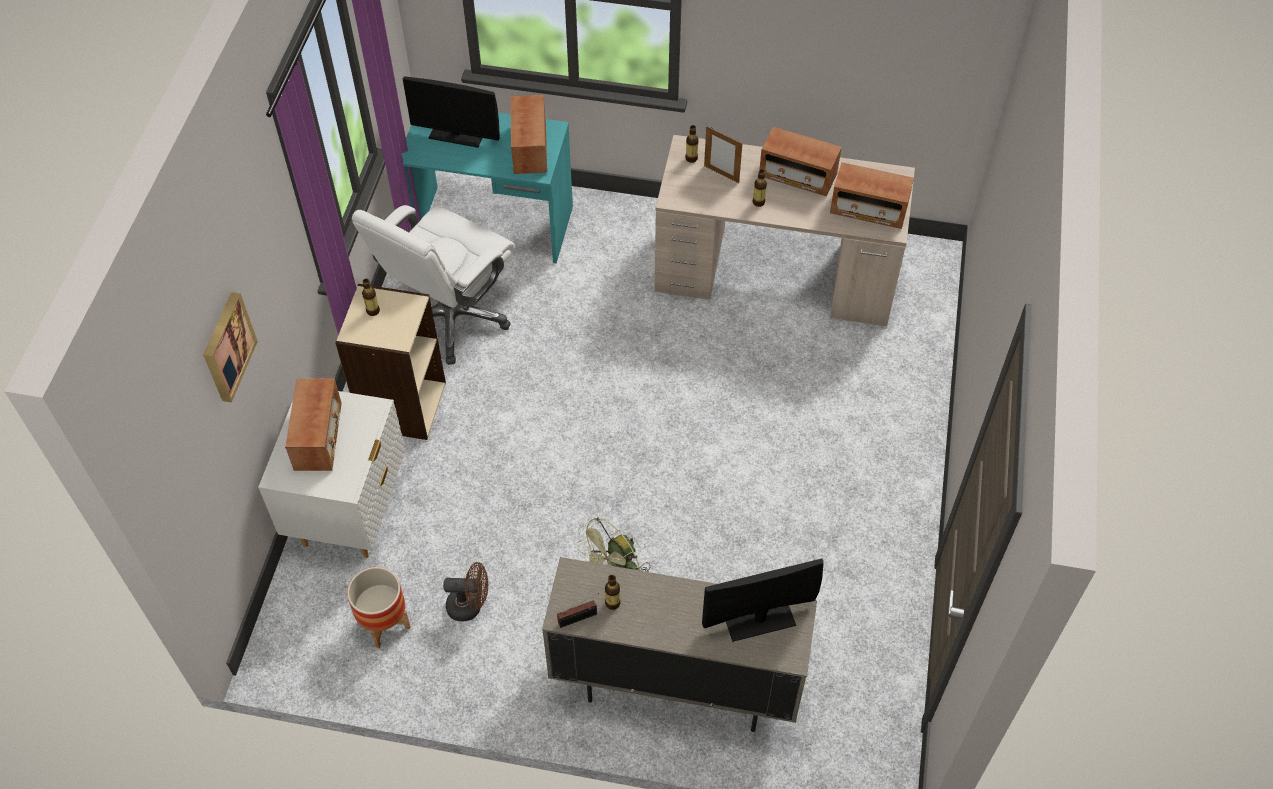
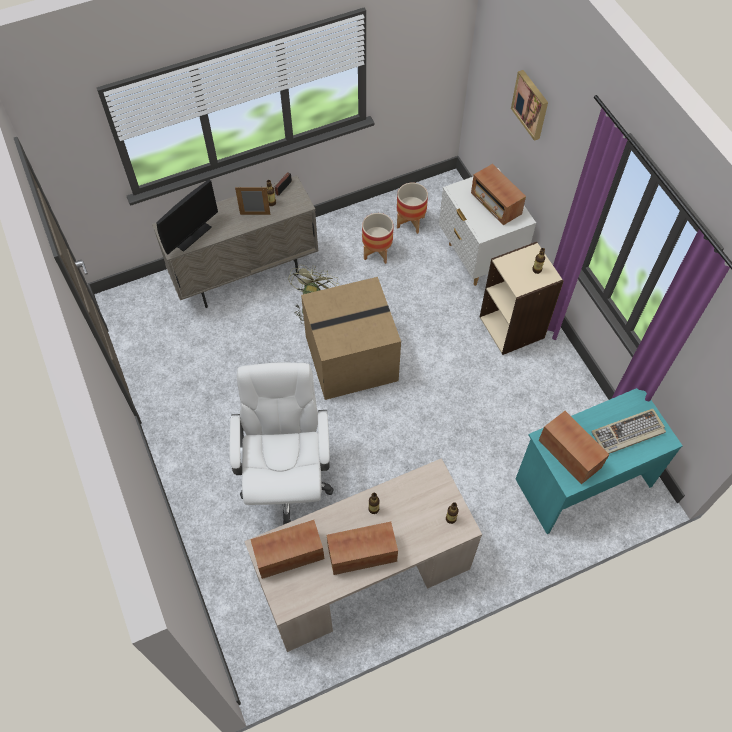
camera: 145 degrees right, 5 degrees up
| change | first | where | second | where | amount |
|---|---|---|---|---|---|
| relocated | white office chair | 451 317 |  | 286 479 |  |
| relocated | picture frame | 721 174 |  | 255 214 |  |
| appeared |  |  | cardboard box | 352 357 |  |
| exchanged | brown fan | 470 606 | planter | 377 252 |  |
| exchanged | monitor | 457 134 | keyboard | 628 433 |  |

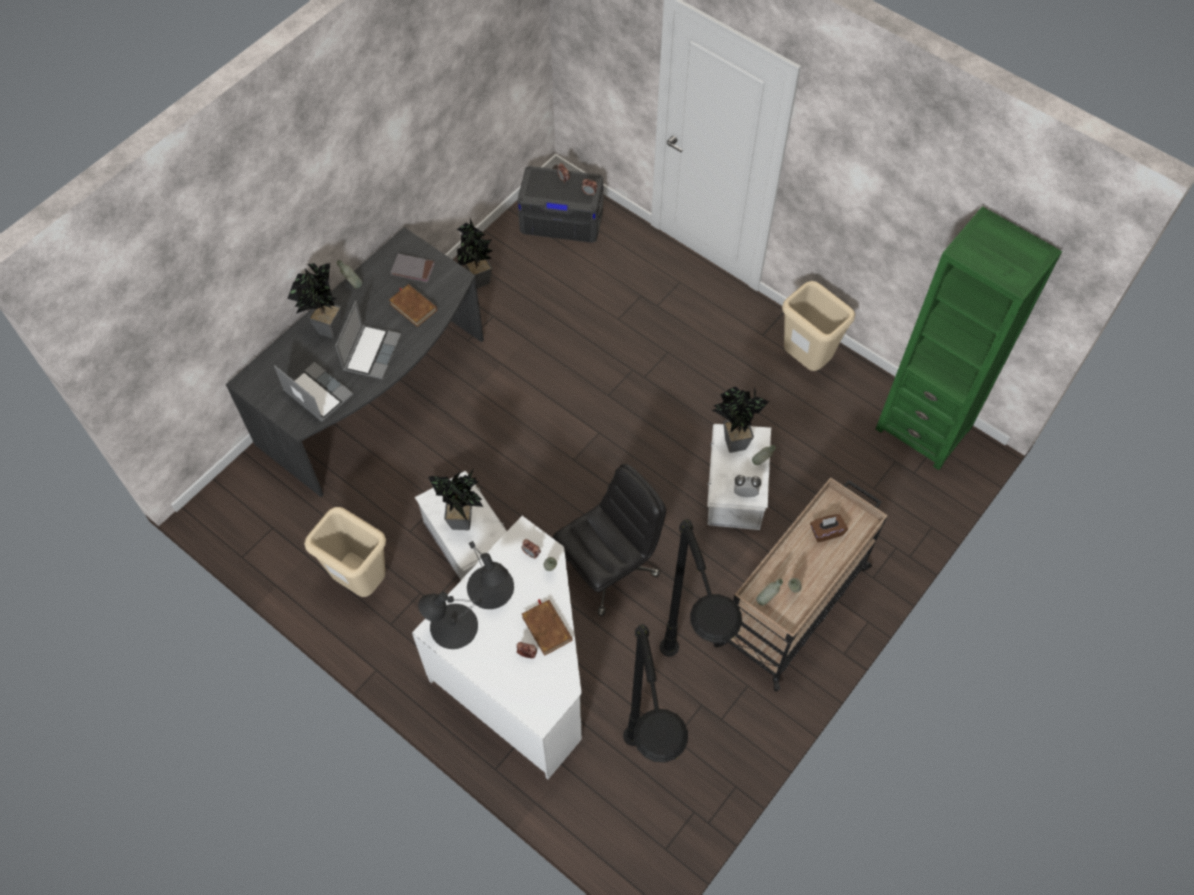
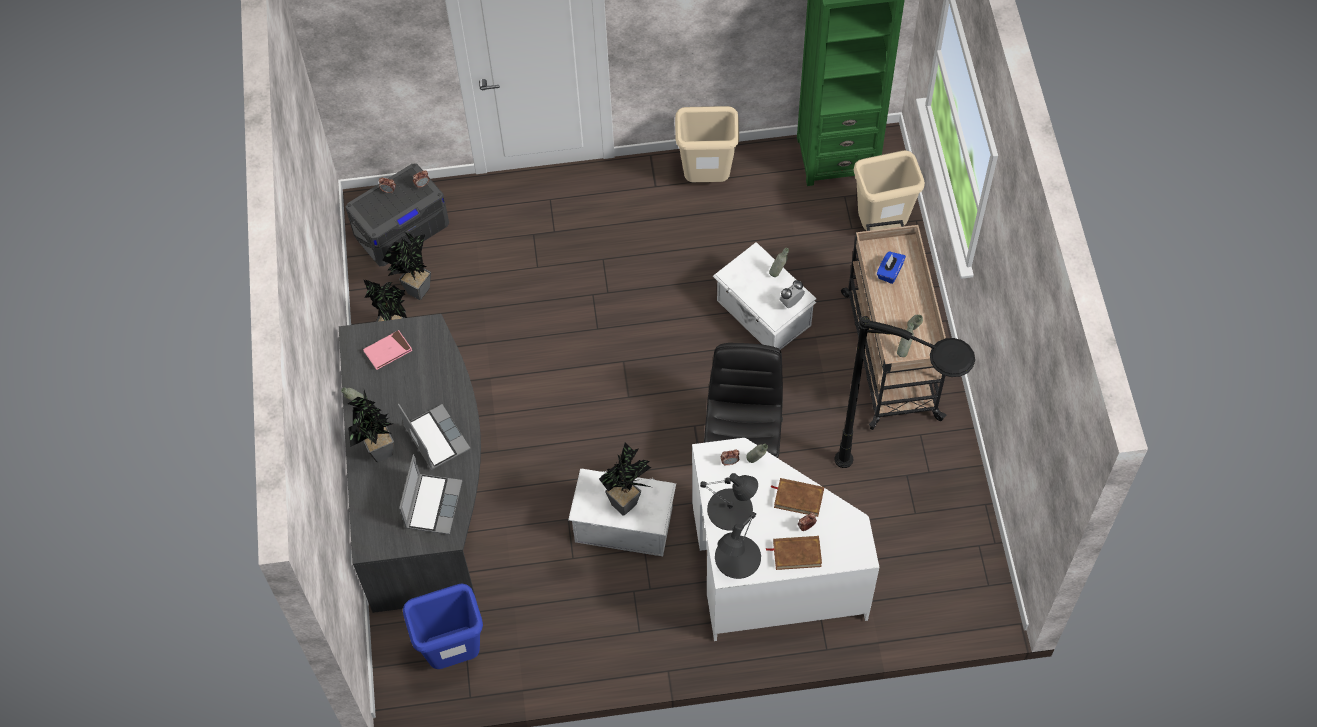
camera: 45 degrees left, 0 degrees up
| change | first | where | second | where | amount |
|---|---|---|---|---|---|
| colour | grey book | 413 269 | pink book | 388 351 |  |
| relocated | potted plant | 731 442 |  | 414 292 |  |
| spun | laptop | 317 393 |  | 433 504 | 105 degrees clockwise |
| appeared |  |  | blue trash can | 455 654 |  |
| relocated | brown book | 413 307 |  | 796 553 |  |
| relocated | beige trash can | 362 582 |  | 881 226 |  |
| colour | brown tissue box | 826 532 | blue tissue box | 889 272 |  |
| missing | black floor lamp | 642 799 |  |  |  |

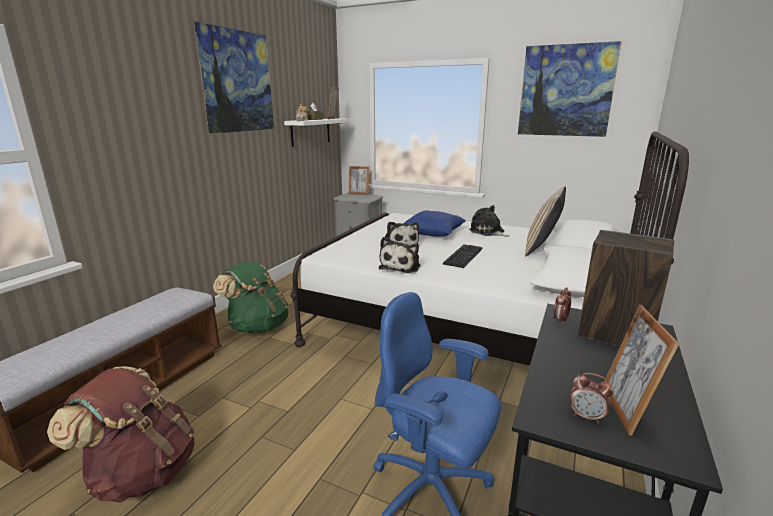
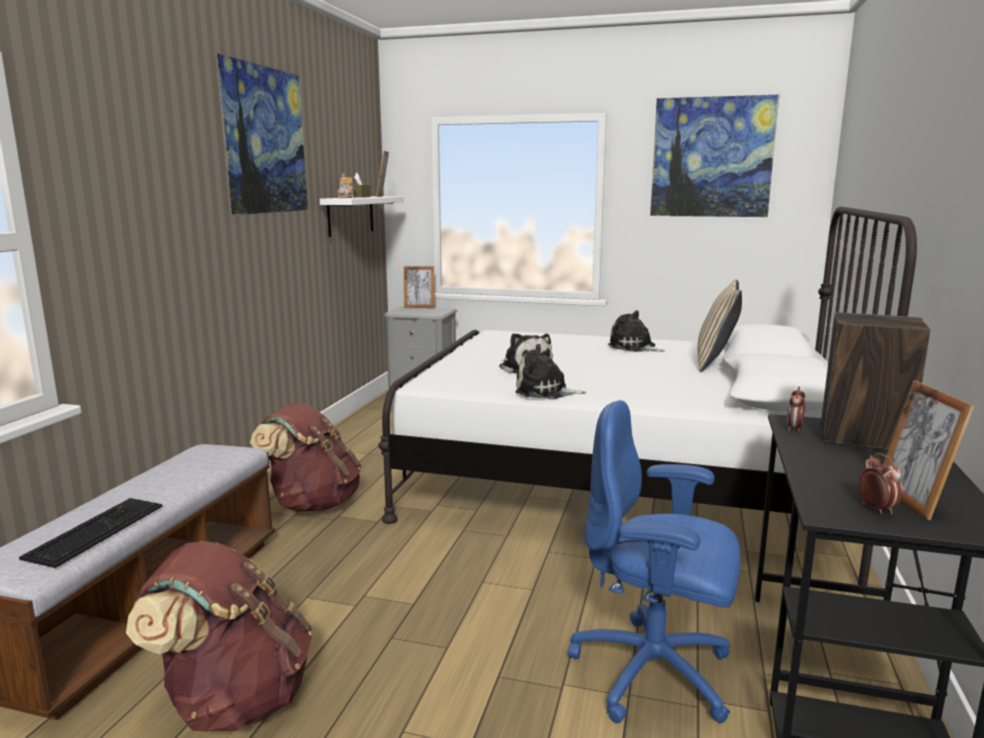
camera: 10 degrees left, 5 degrees down
| change | first | where | second | where | amount |
|---|---|---|---|---|---|
| relocated | keyboard | 462 256 |  | 96 530 |  |
| colour | green backpack | 257 326 | brown backpack | 312 503 |  |
| spun | plush toy | 401 266 |  | 545 392 | 90 degrees clockwise |
| spun | alarm clock | 586 416 |  | 876 509 | 120 degrees counterclockwise |
| missing | blue pillow | 433 233 |  |  |  |

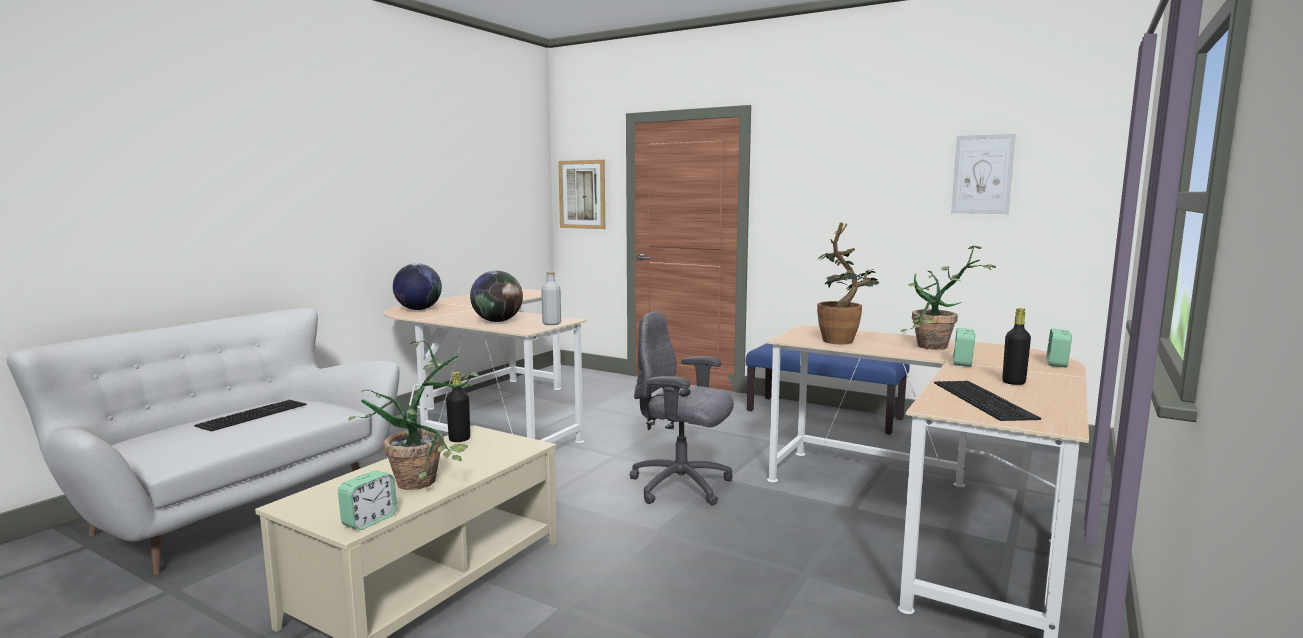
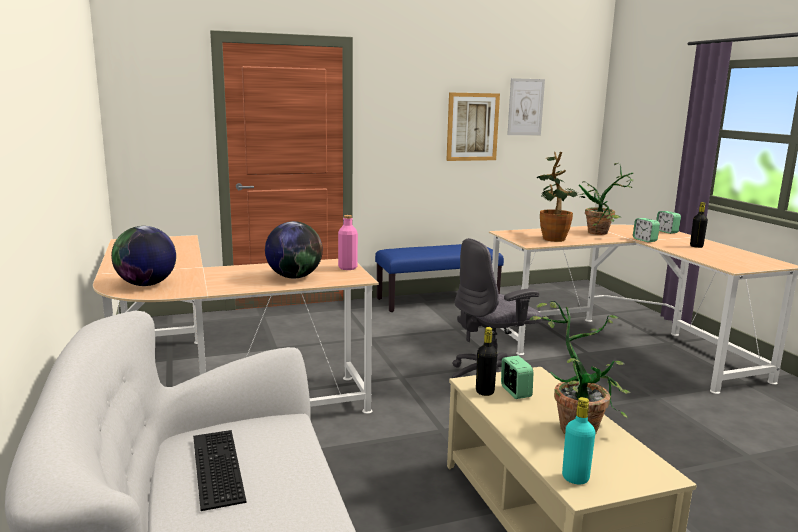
camera: 50 degrees left, 5 degrees up
| change | first | where | second | where | amount |
|---|---|---|---|---|---|
| colour | grey bottle | 551 323 | pink bottle | 347 268 |  |
| relocated | picture | 582 194 |  | 472 127 |  |
| relocated | alarm clock | 369 520 |  | 515 392 |  |
| appeared |  |  | turquoise bottle | 575 478 |  |
| missing | keyboard | 986 400 |  |  |  |

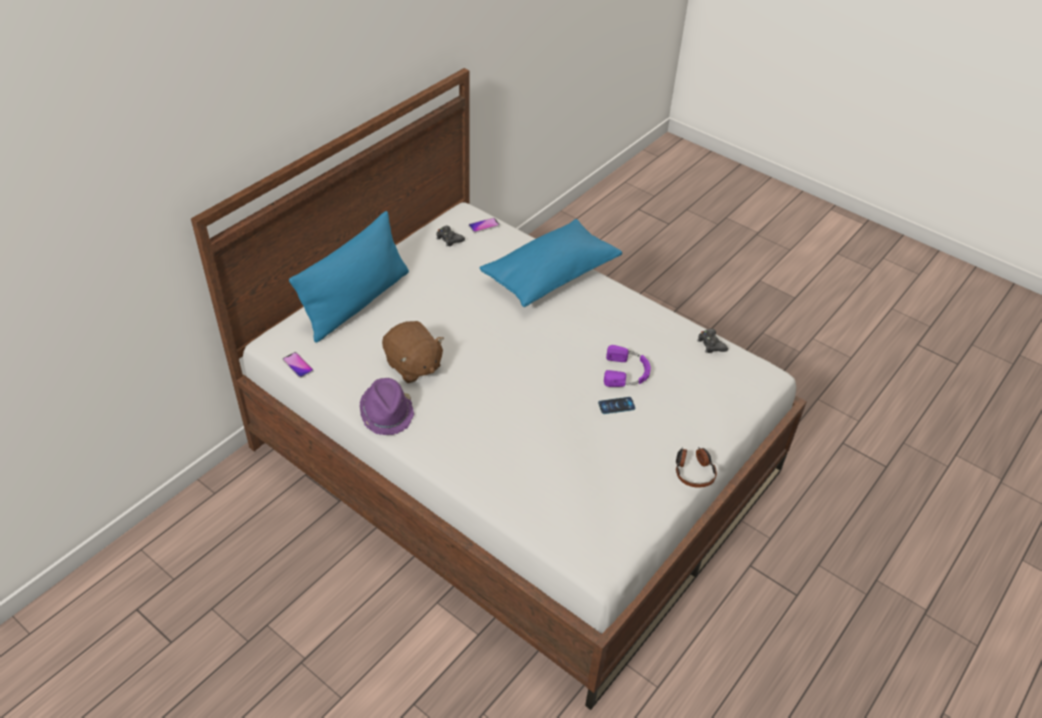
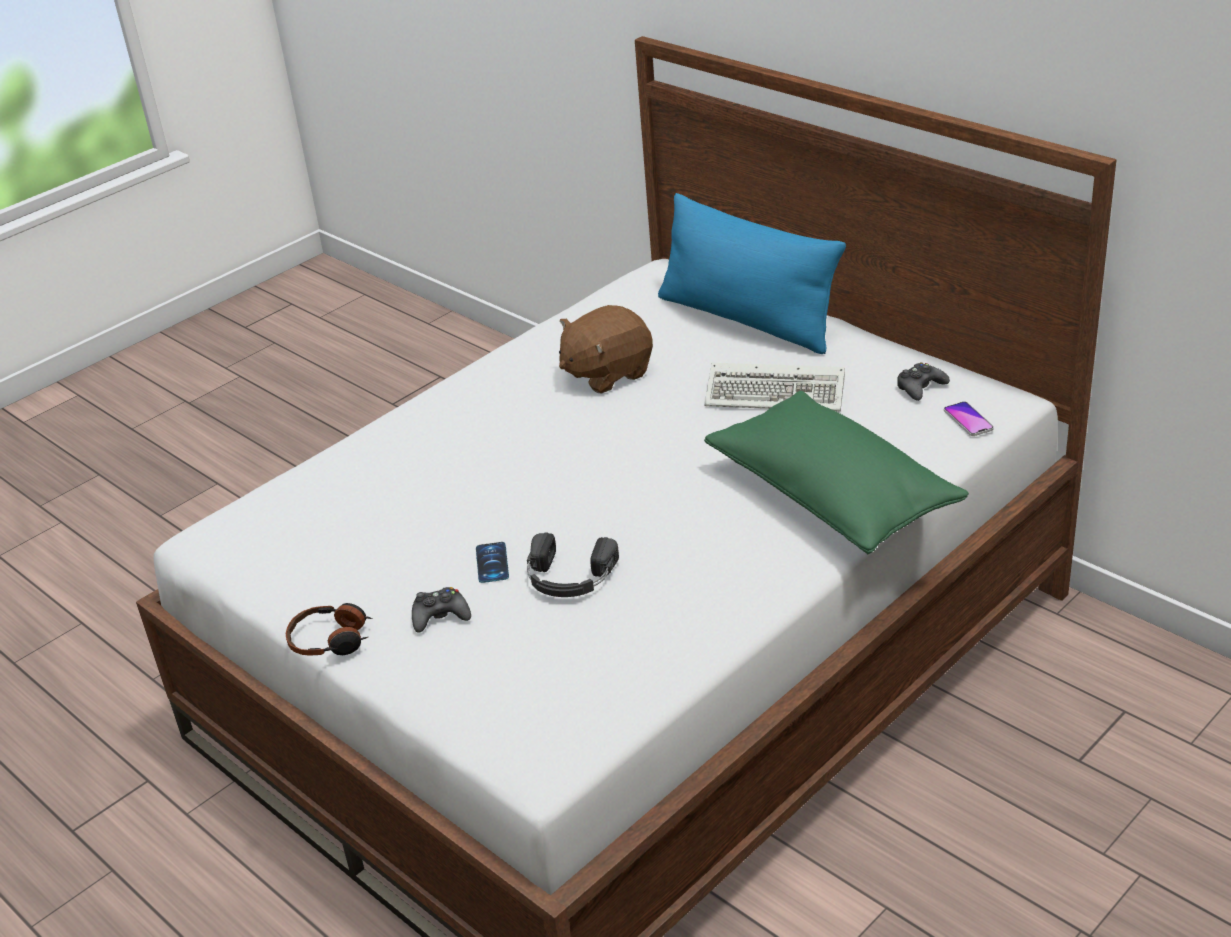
camera: 100 degrees right, 10 degrees down
| change | first | where | second | where | amount |
|---|---|---|---|---|---|
| relocated | black game controller | 711 344 |  | 440 616 |  |
| colour | purple headphones | 627 372 | black headphones | 569 577 |  |
| appeared |  |  | keyboard | 778 393 |  |
| colour | blue pillow | 550 276 | green pillow | 831 496 |  |
| missing | phone | 298 365 |  |  |  |
| missing | purple hat | 387 413 |  |  |  |

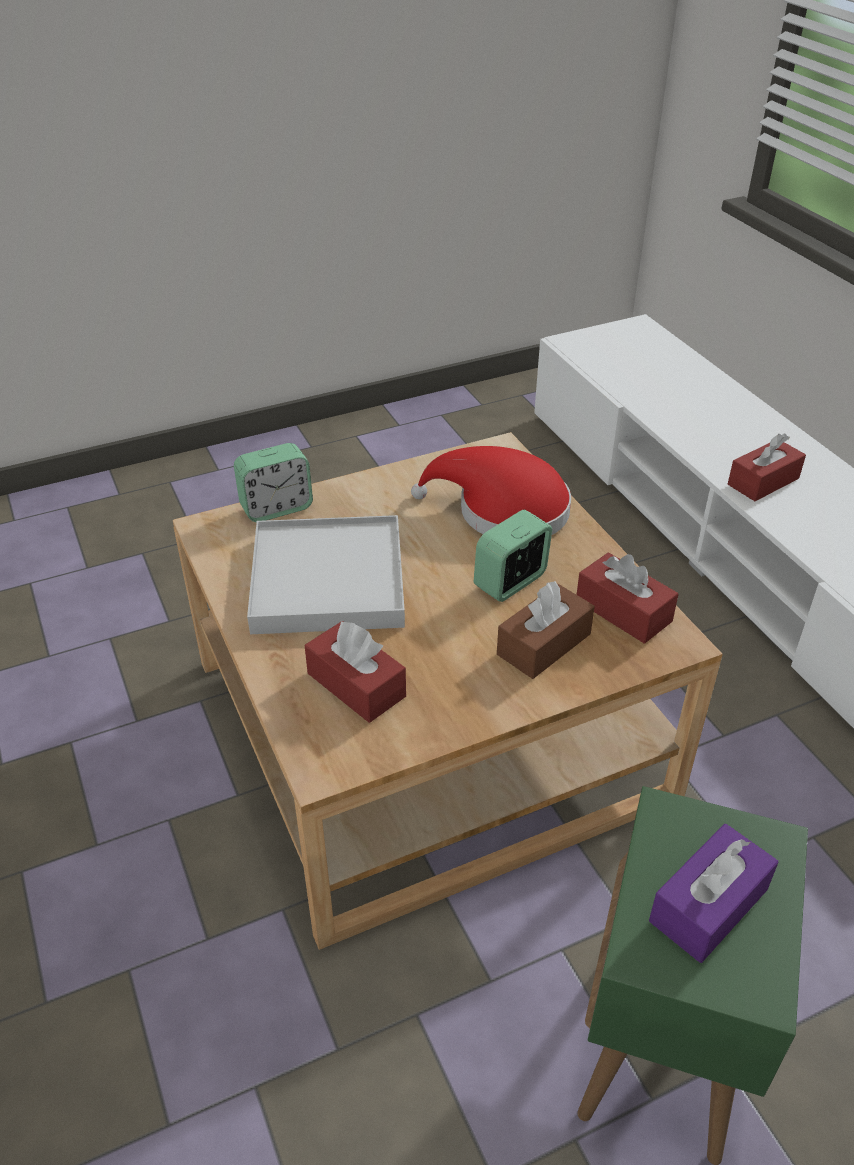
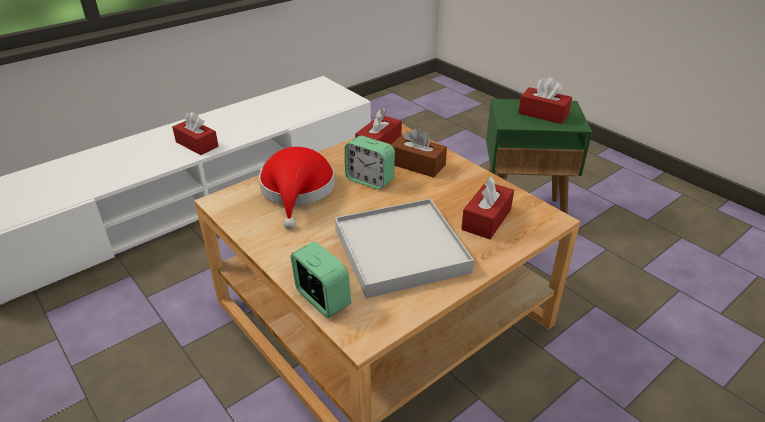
camera: 105 degrees left, 5 degrees down
| change | first | where | second | where | amount |
|---|---|---|---|---|---|
| colour | purple tissue box | 708 905 | red tissue box | 543 114 |  |

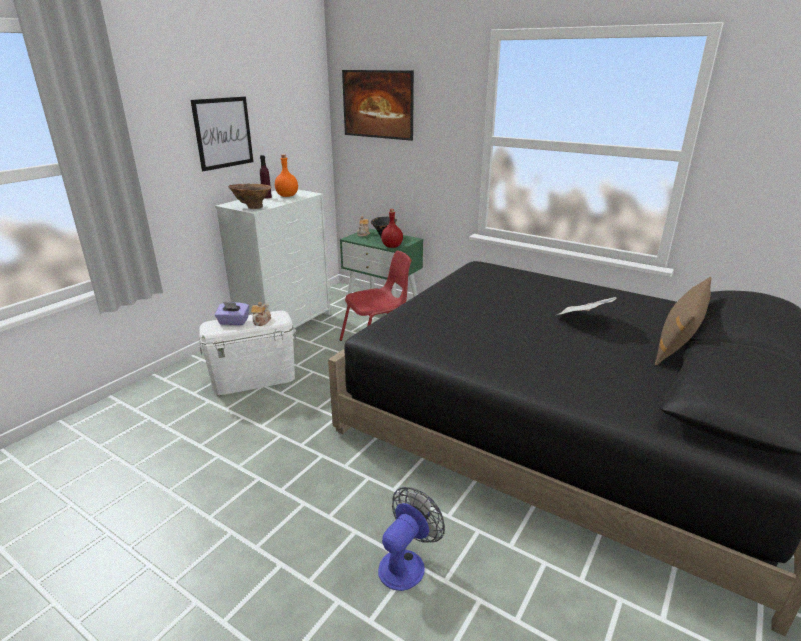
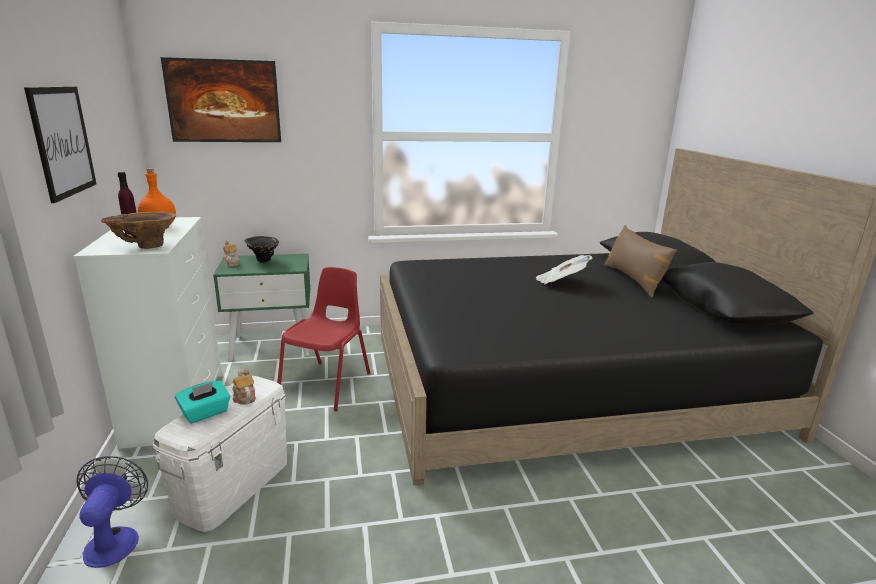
camera: 45 degrees left, 5 degrees down
| change | first | where | second | where | amount |
|---|---|---|---|---|---|
| relocated | fan | 406 563 |  | 115 539 |  |
| colour | purple tissue box | 233 322 | turquoise tissue box | 205 413 |  |
| missing | red bottle | 392 246 |  |  |  |

